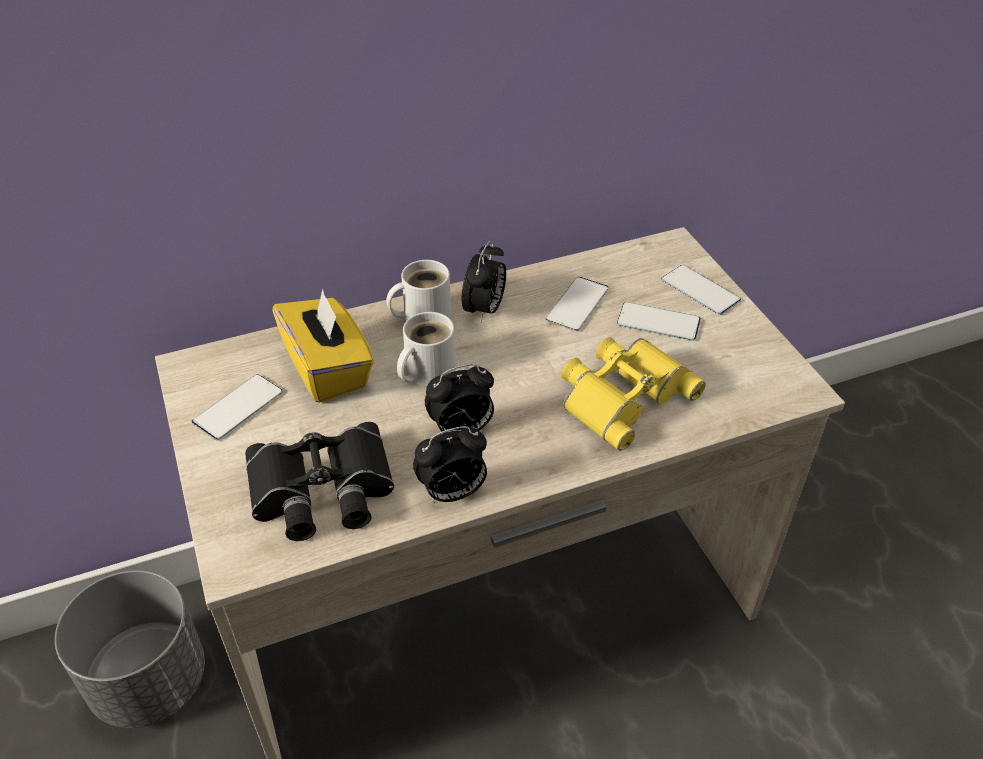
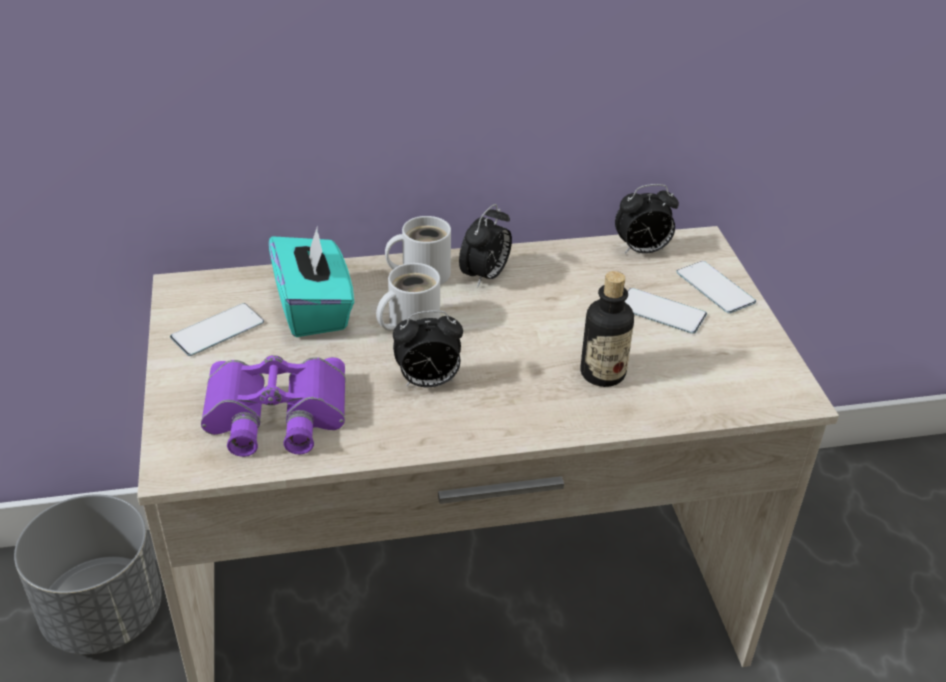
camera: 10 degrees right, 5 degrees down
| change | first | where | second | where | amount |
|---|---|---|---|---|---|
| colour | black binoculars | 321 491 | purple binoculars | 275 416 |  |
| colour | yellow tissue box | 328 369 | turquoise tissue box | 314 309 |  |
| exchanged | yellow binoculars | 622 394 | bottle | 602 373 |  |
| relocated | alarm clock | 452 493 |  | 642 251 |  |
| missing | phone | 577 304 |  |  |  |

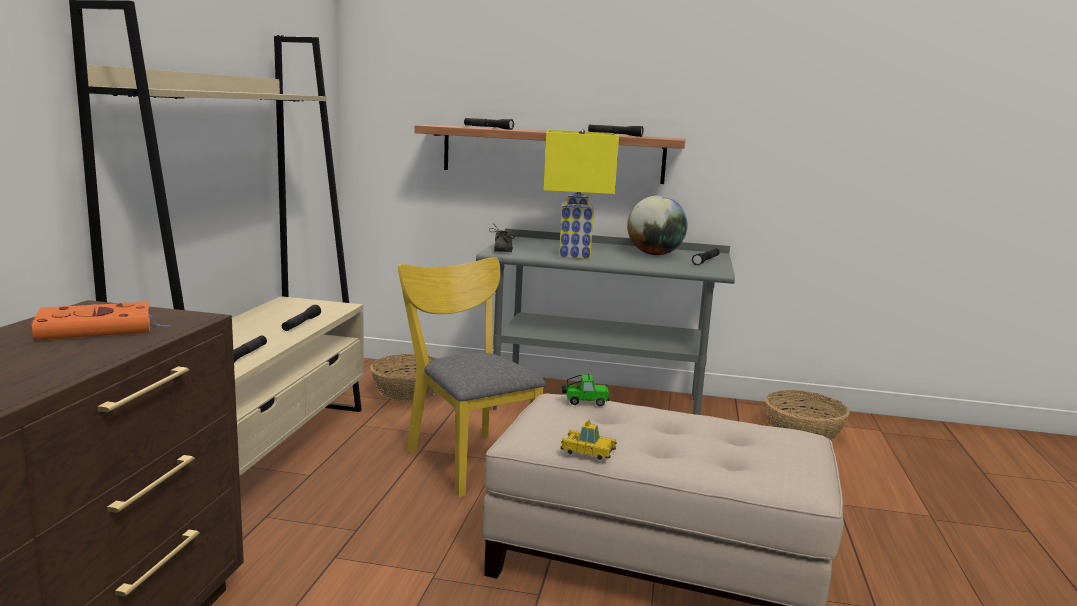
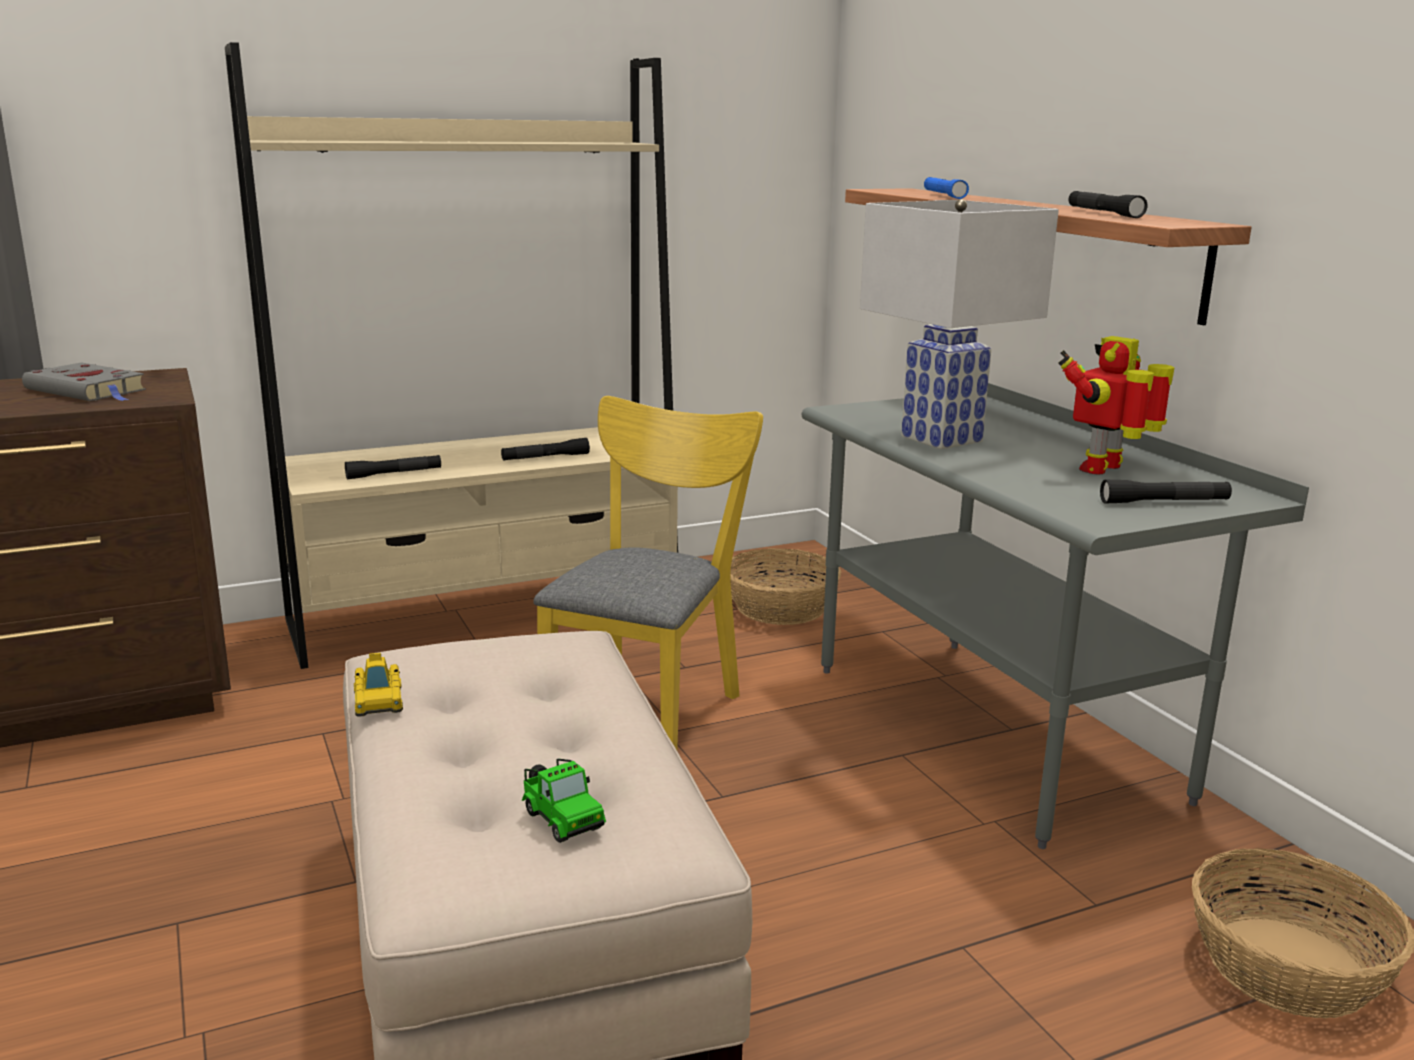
camera: 55 degrees right, 5 degrees up
| change | first | where | second | where | amount |
|---|---|---|---|---|---|
| colour | orange book | 99 328 | grey book | 88 390 |  |
| relocated | toy car | 584 402 |  | 561 819 |  |
| colour | yellow table lamp | 575 255 | white table lamp | 943 439 |  |
| colour | black flashlight | 488 128 | blue flashlight | 943 195 |  |
| exchanged | globe | 654 254 | toy robot | 1106 469 |  |
| missing | grey shoe | 501 250 |  |  |  |

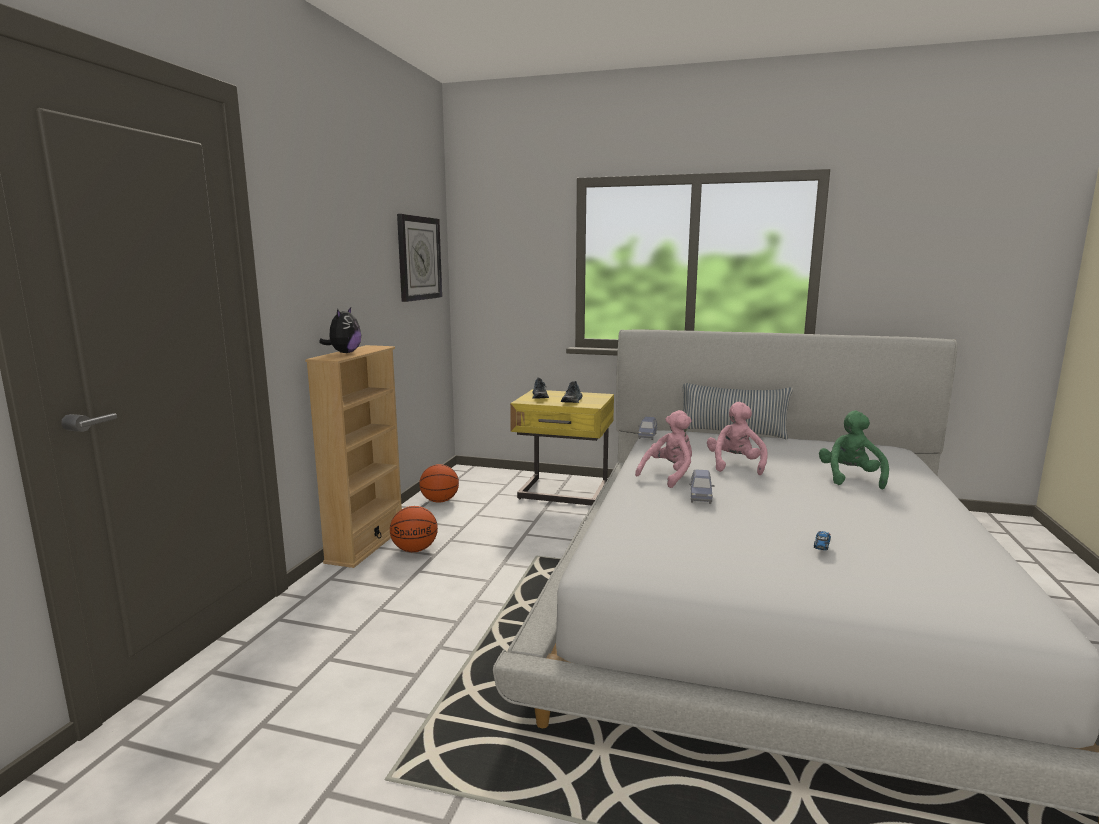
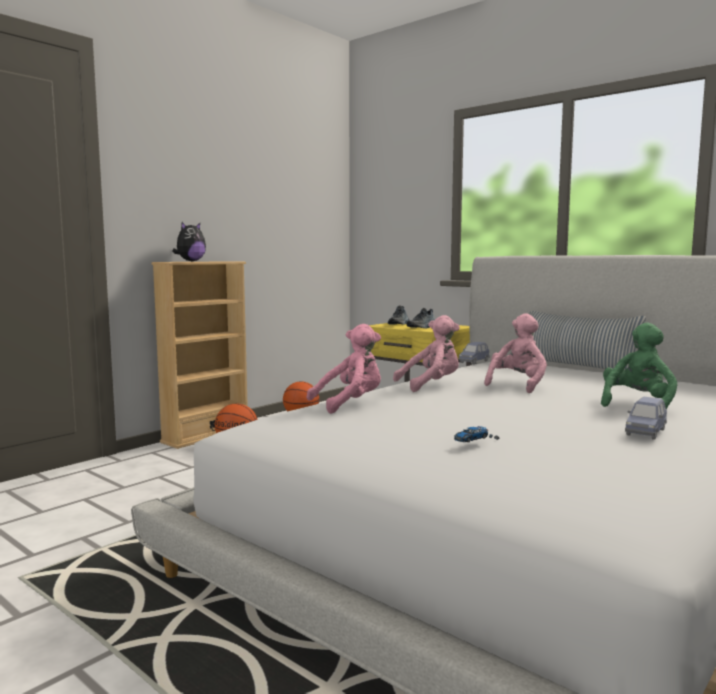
camera: 25 degrees right, 5 degrees down
| change | first | where | second | where | amount |
|---|---|---|---|---|---|
| appeared |  |  | pink plush toy | 350 404 |  |
| relocated | blue toy car | 700 497 |  | 645 432 |  |
| missing | wall clock | 419 258 |  |  |  |

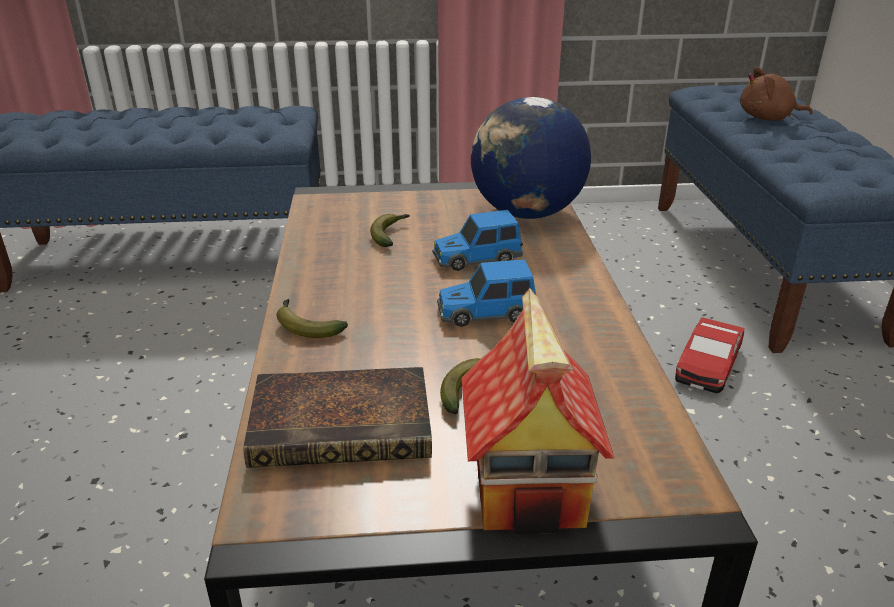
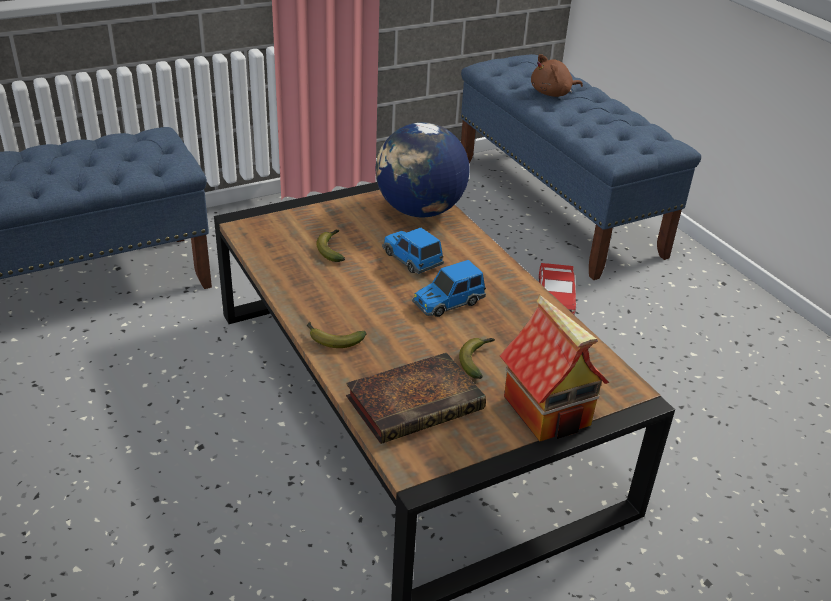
camera: 25 degrees left, 5 degrees up
| change | first | where | second | where | amount |
|---|---|---|---|---|---|
| spun | toy car | 476 259 |  | 411 259 | 90 degrees clockwise |

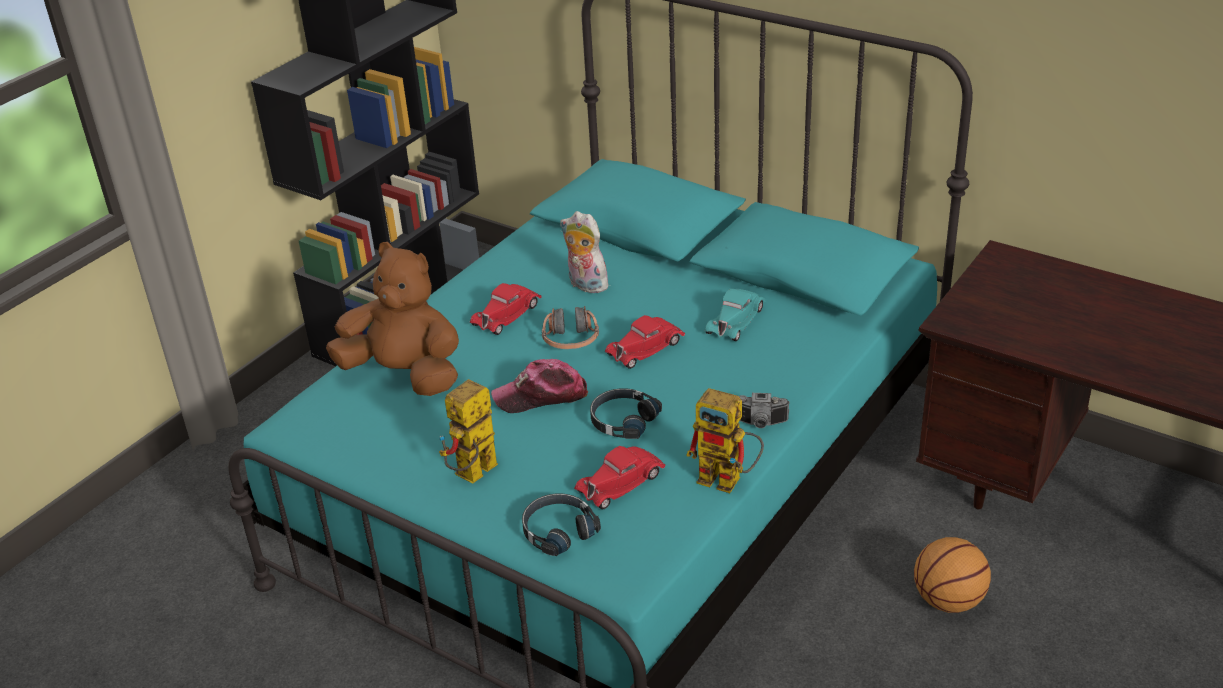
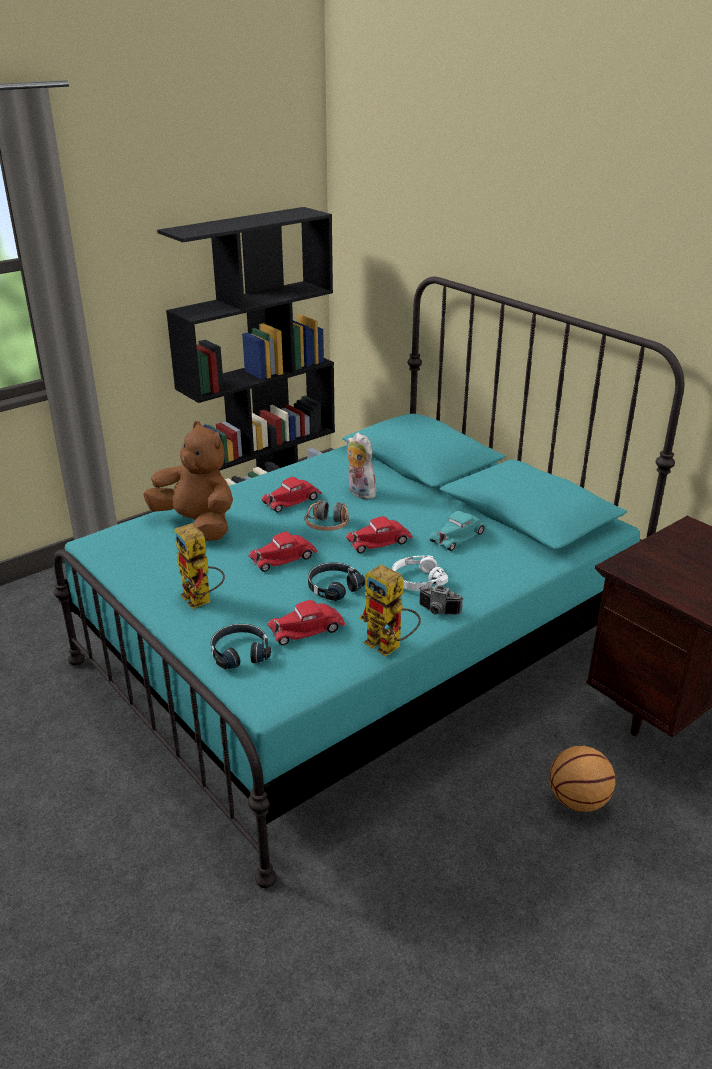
camera: 15 degrees right, 5 degrees down
| change | first | where | second | where | amount |
|---|---|---|---|---|---|
| spun | toy robot | 473 476 |  | 202 601 | 90 degrees counterclockwise |
| exchanged | cap | 541 396 | red toy car | 284 558 |  |
| appeared |  |  | white headphones | 416 580 |  |

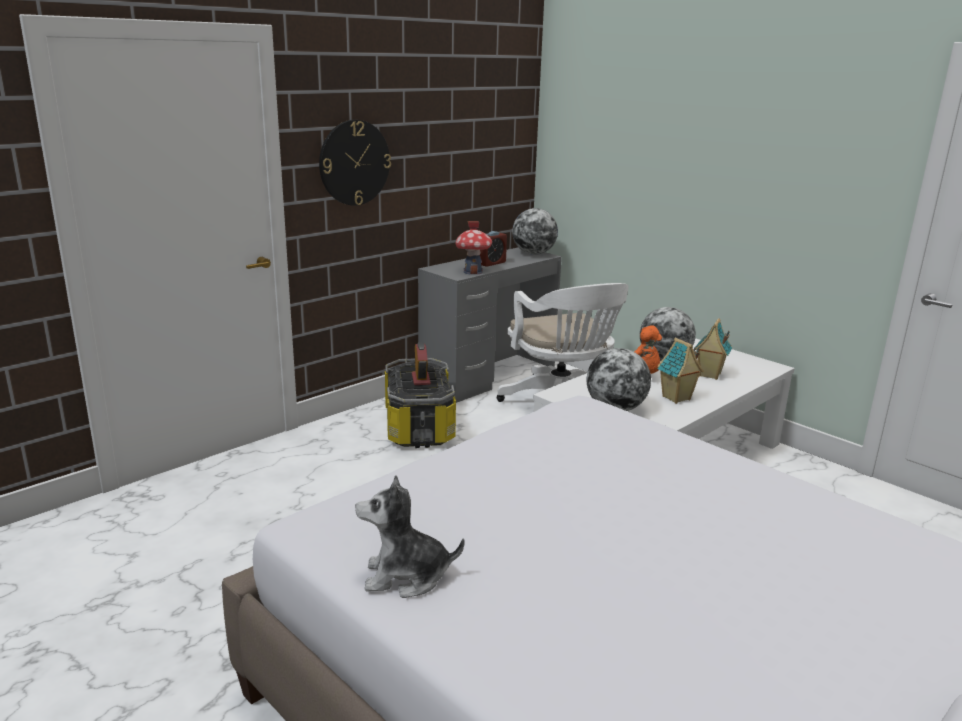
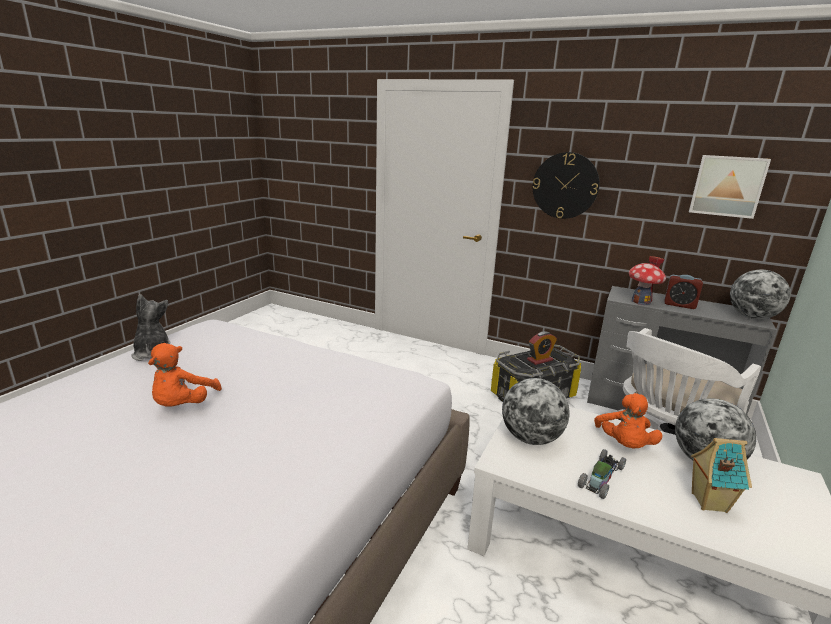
camera: 70 degrees right, 0 degrees up
| change | first | where | second | where | amount |
|---|---|---|---|---|---|
| appeared |  |  | orange plush toy | 183 405 |  |
| exchanged | toy house | 676 398 | toy car | 601 477 |  |
| appeared |  |  | picture | 727 186 |  |

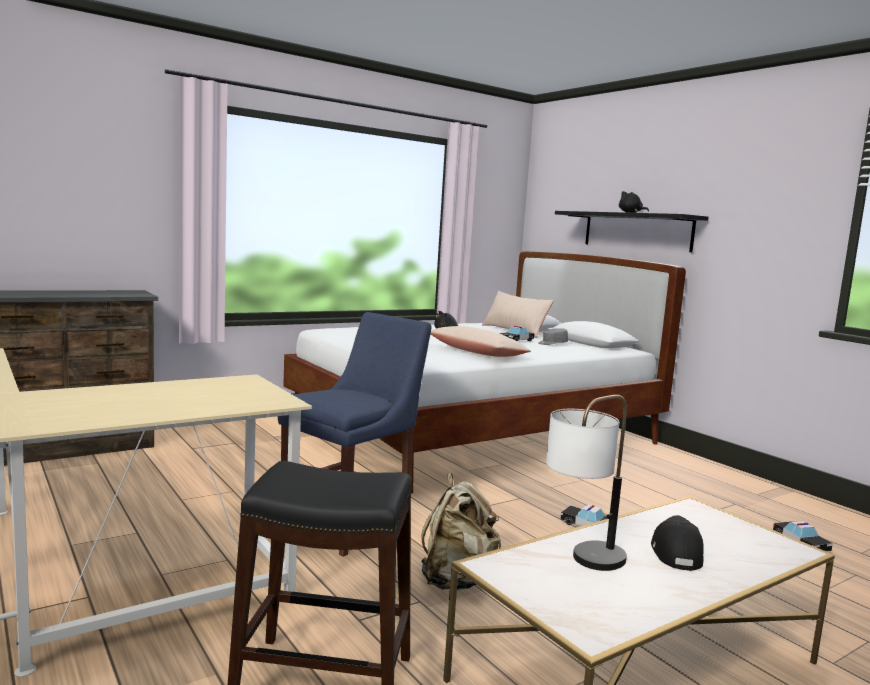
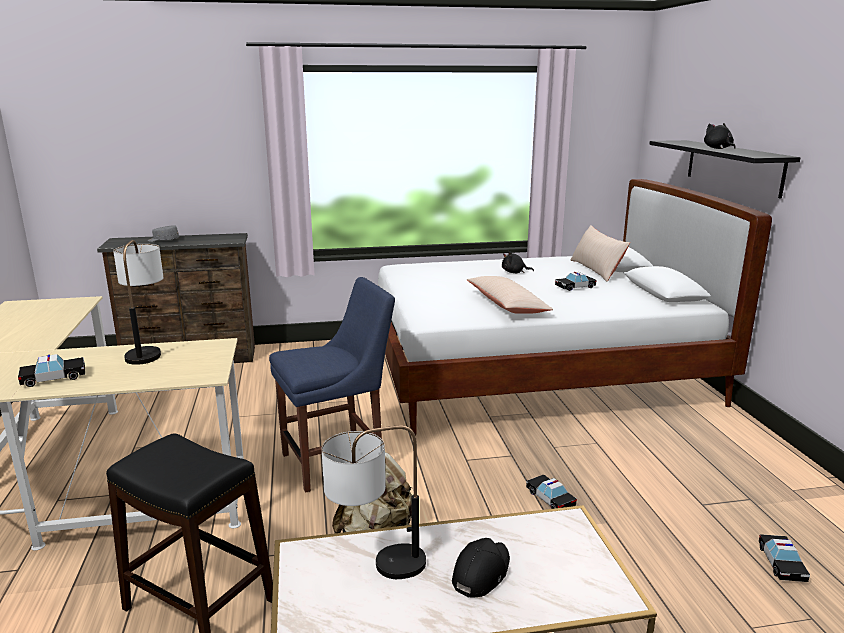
camera: 25 degrees right, 10 degrees up
| change | first | where | second | where | amount |
|---|---|---|---|---|---|
| appeared |  |  | toy car | 54 378 |  |
| appeared |  |  | table lamp | 147 350 |  |
| relocated | grey cap | 552 343 |  | 163 240 |  |

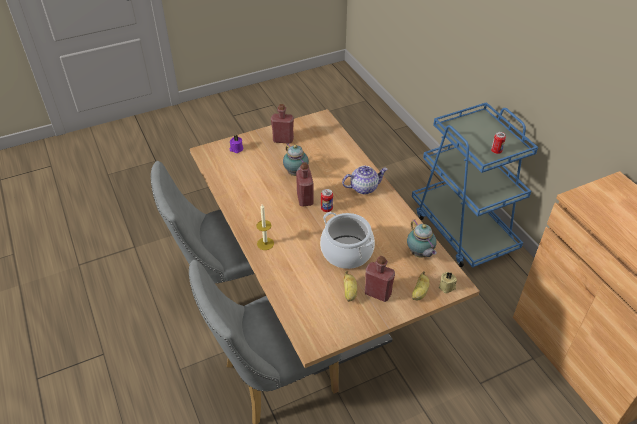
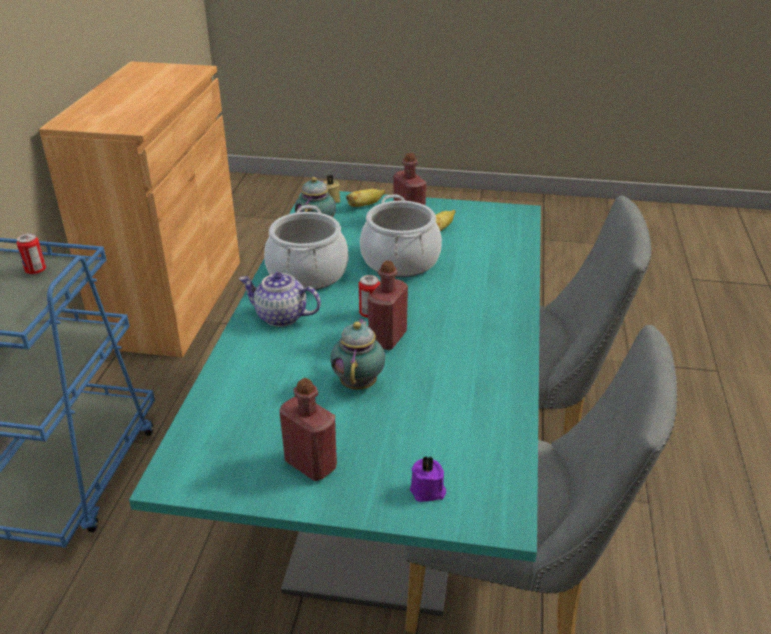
camera: 145 degrees left, 10 degrees down
| change | first | where | second | where | amount |
|---|---|---|---|---|---|
| colour | brown dining table | 318 299 | turquoise dining table | 385 493 |  |
| appeared |  |  | cooking pot | 308 273 |  |
| missing | candle | 265 243 |  |  |  |

